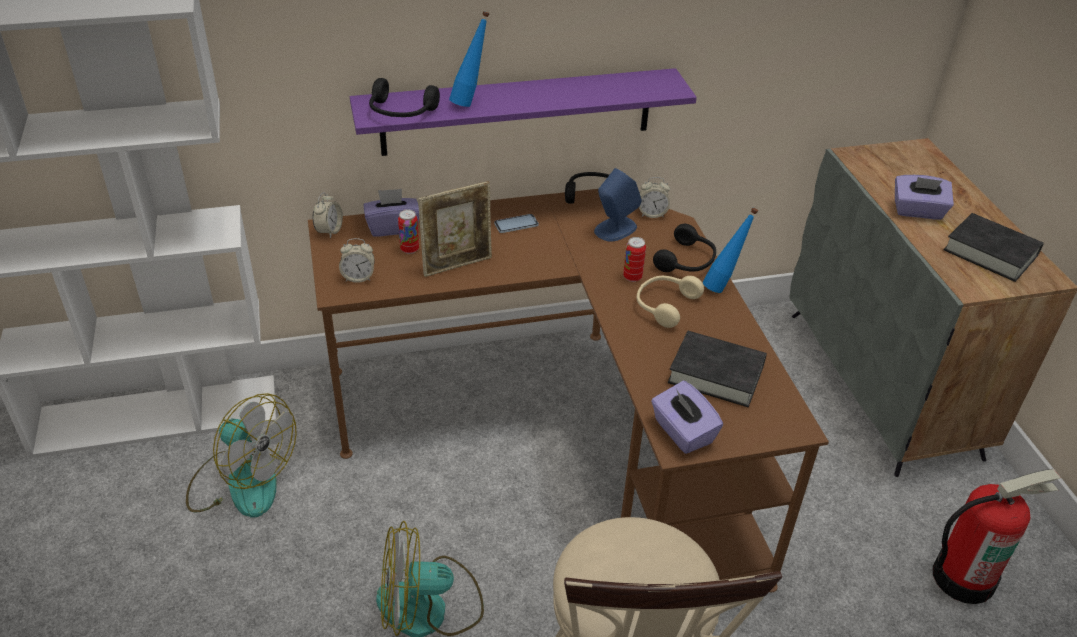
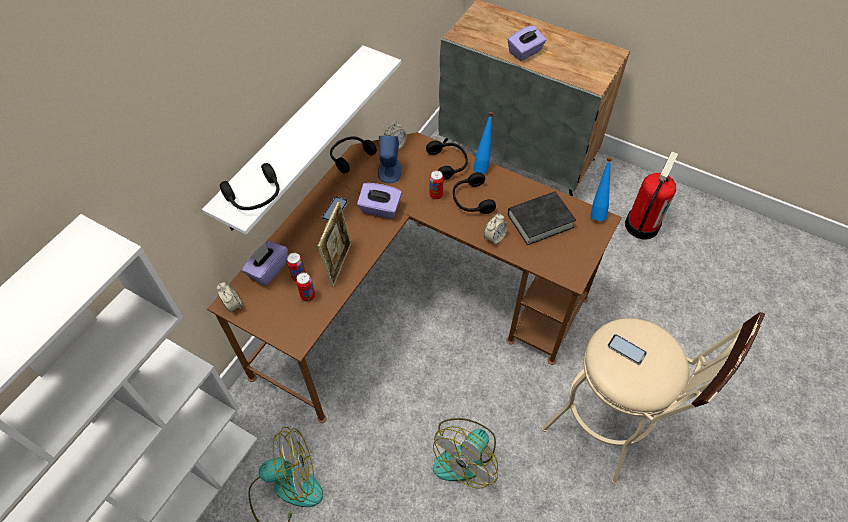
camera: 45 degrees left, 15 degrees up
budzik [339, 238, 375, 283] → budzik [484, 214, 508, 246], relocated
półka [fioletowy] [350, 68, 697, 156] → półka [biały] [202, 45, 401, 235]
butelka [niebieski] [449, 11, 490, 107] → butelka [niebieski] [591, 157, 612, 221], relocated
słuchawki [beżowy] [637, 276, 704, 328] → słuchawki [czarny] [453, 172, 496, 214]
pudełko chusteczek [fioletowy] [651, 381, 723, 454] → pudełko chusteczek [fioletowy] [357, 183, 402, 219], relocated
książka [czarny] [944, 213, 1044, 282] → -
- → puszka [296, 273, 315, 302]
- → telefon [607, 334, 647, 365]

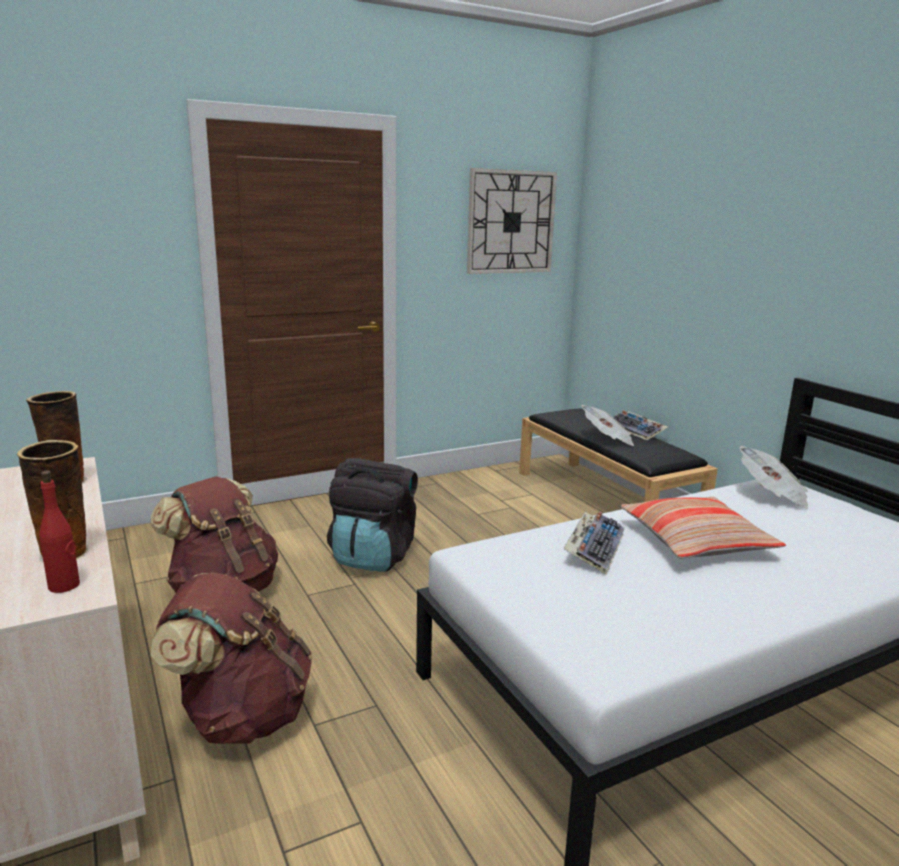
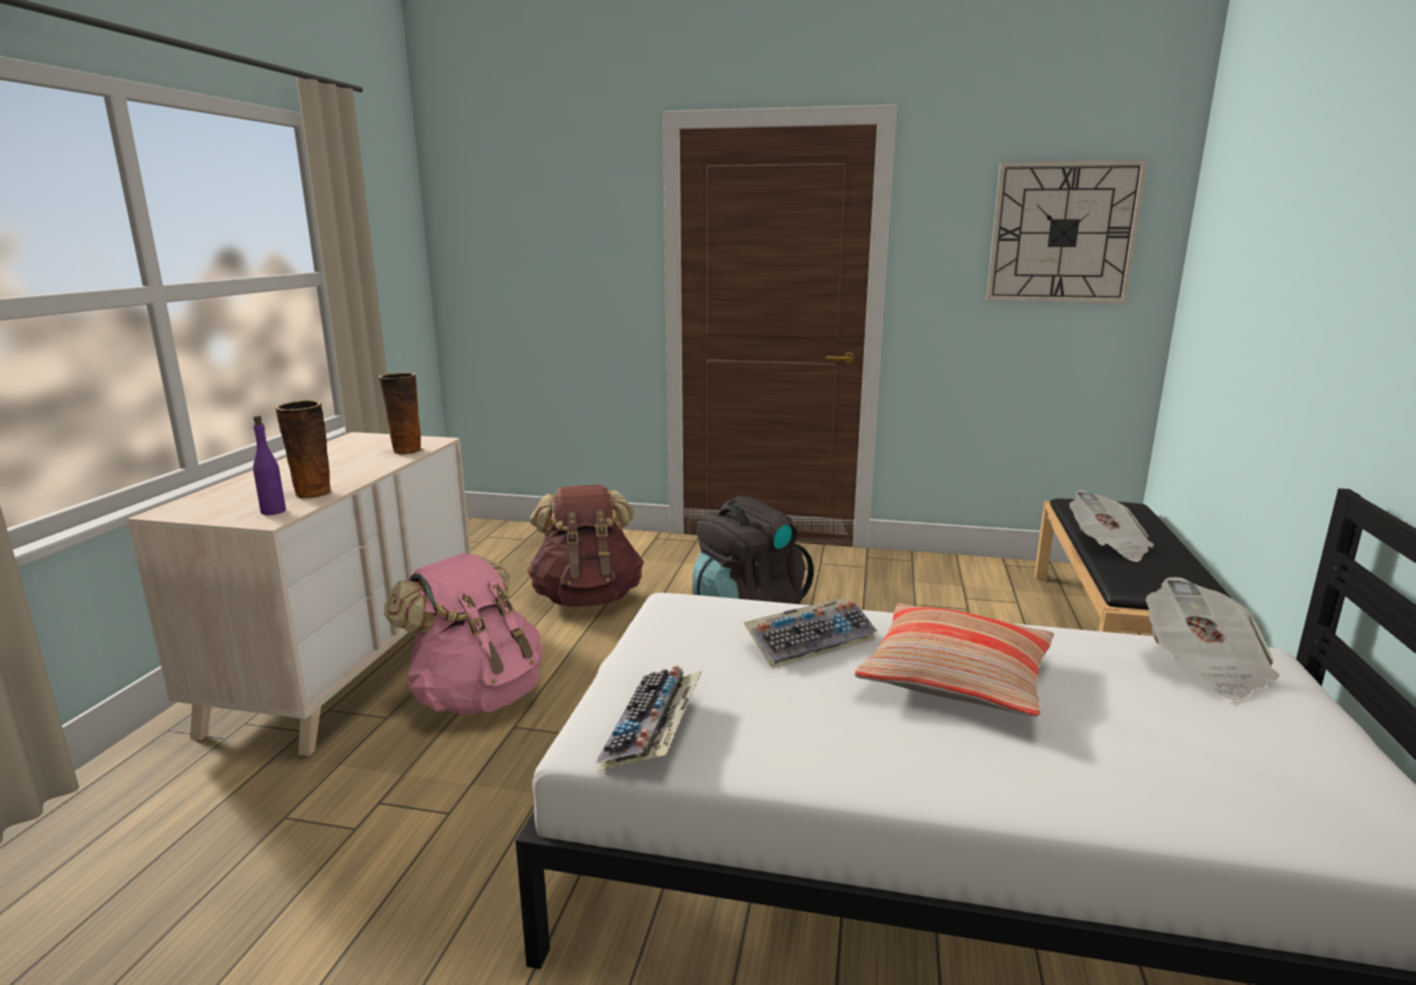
camera: 40 degrees right, 0 degrees up
butelka [czerwony] [39, 470, 80, 593] → butelka [fioletowy] [253, 416, 286, 515]
plecak [brązowy] [151, 573, 312, 744] → plecak [różowy] [384, 553, 543, 715]
klawiatura [613, 410, 668, 441] → klawiatura [596, 665, 702, 772], relocated

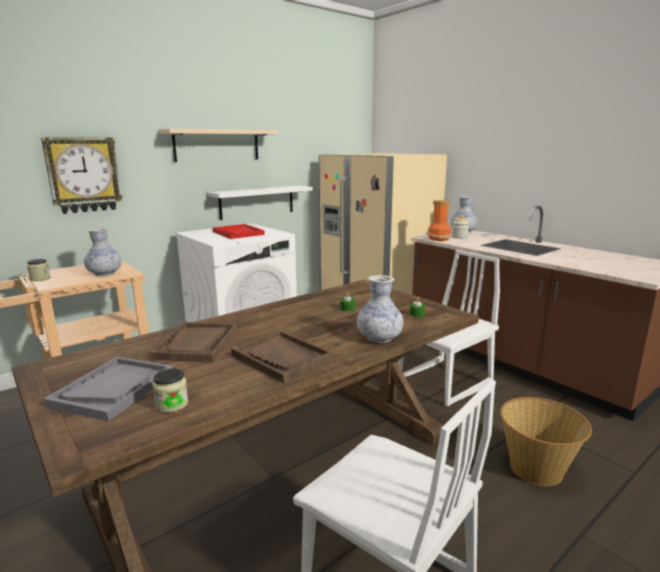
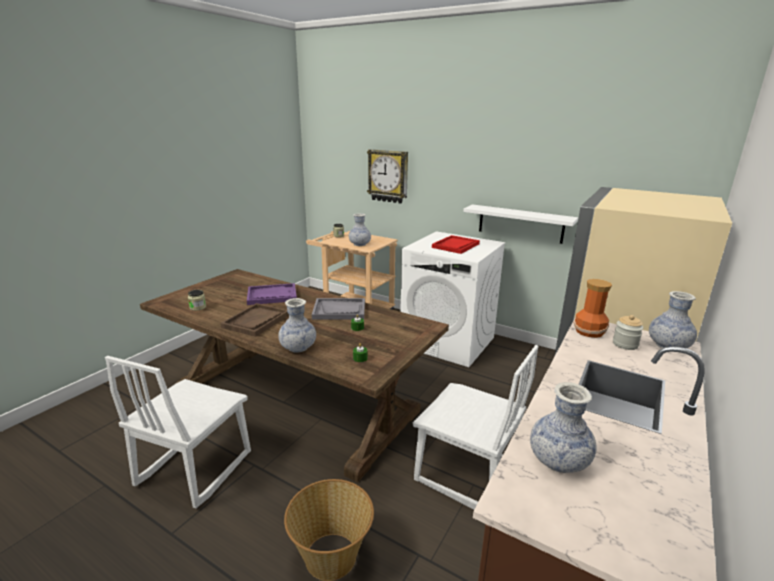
camera: 70 degrees right, 5 degrees up
taca [szary] [44, 357, 173, 421] → taca [szary] [312, 298, 365, 319], relocated
taca [brązowy] [150, 322, 237, 362] → taca [fioletowy] [247, 283, 297, 305]
półka [beżowy] [159, 128, 279, 162] → -
- → wazon [530, 382, 597, 473]

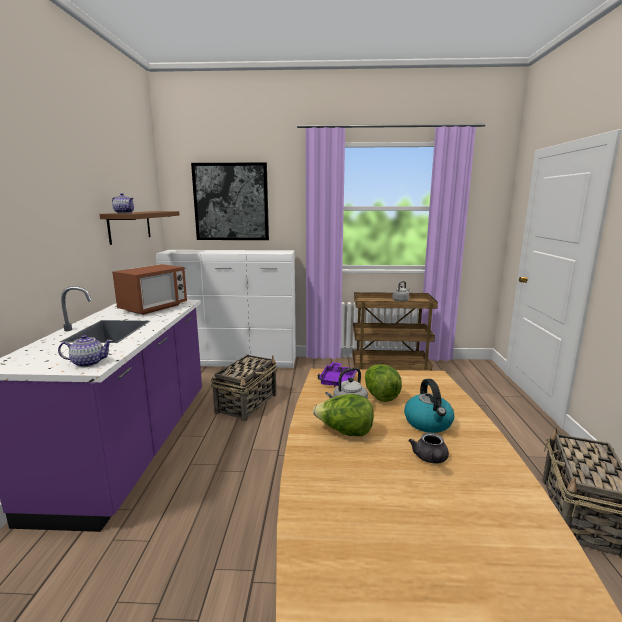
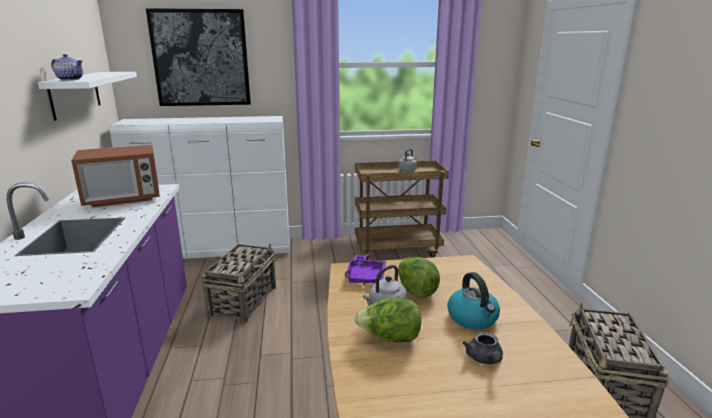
camera: 10 degrees left, 5 degrees up
imbryk [58, 335, 113, 367] → -
półka [brązowy] [100, 211, 180, 245] → półka [biały] [38, 72, 137, 121]
mikrofalówka [112, 264, 187, 315] → mikrofalówka [71, 144, 160, 207], 45 degrees clockwise

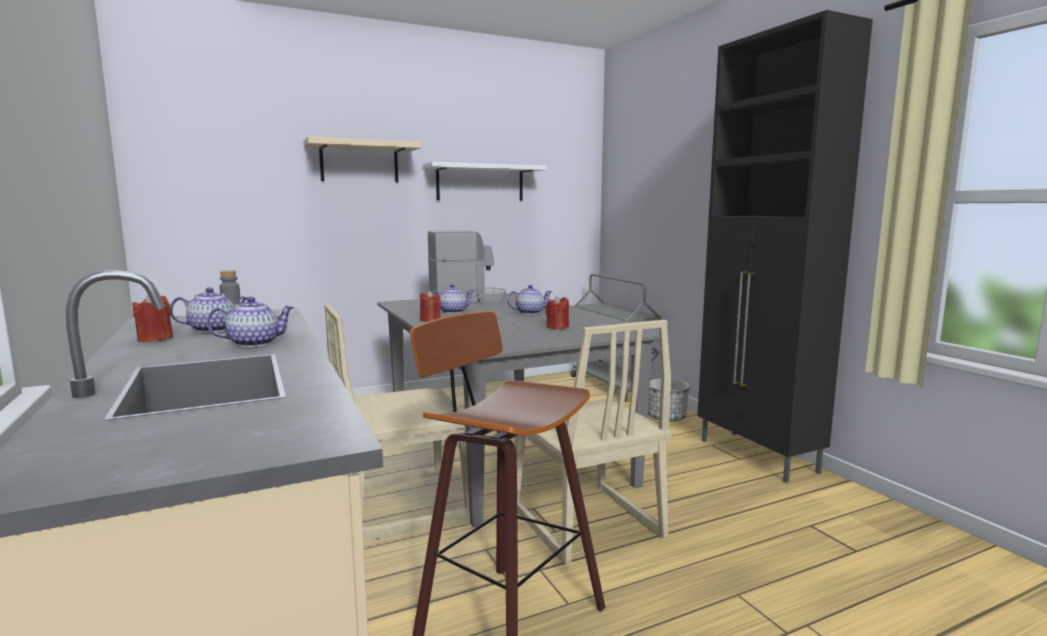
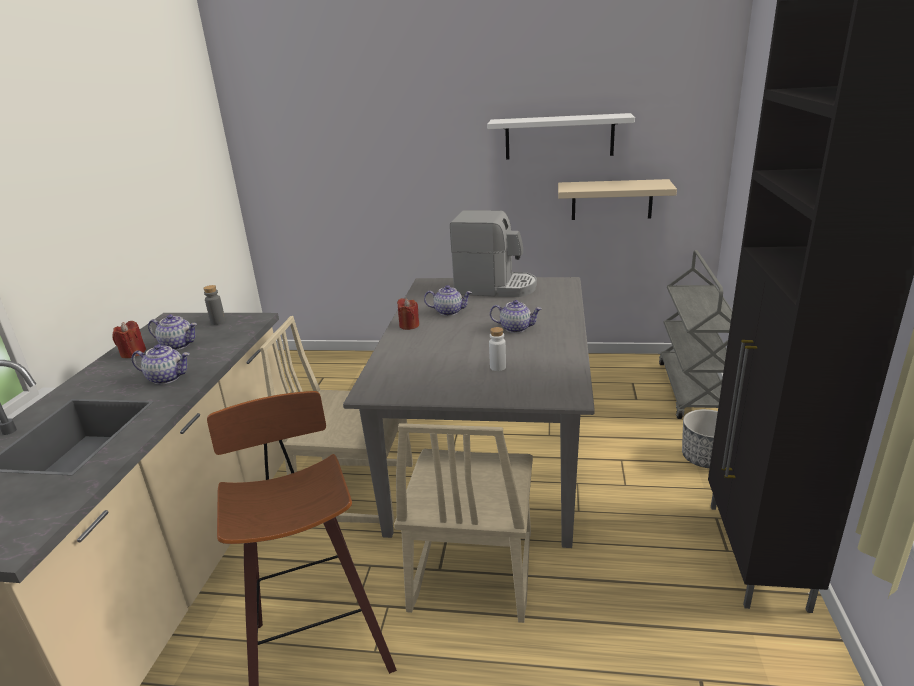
camera: 35 degrees right, 15 degrees up
półka [beżowy] [303, 136, 422, 182] → półka [beżowy] [558, 179, 677, 220], relocated
świeca [czerwony] [545, 295, 569, 329] → butelka [biały] [489, 327, 506, 371]

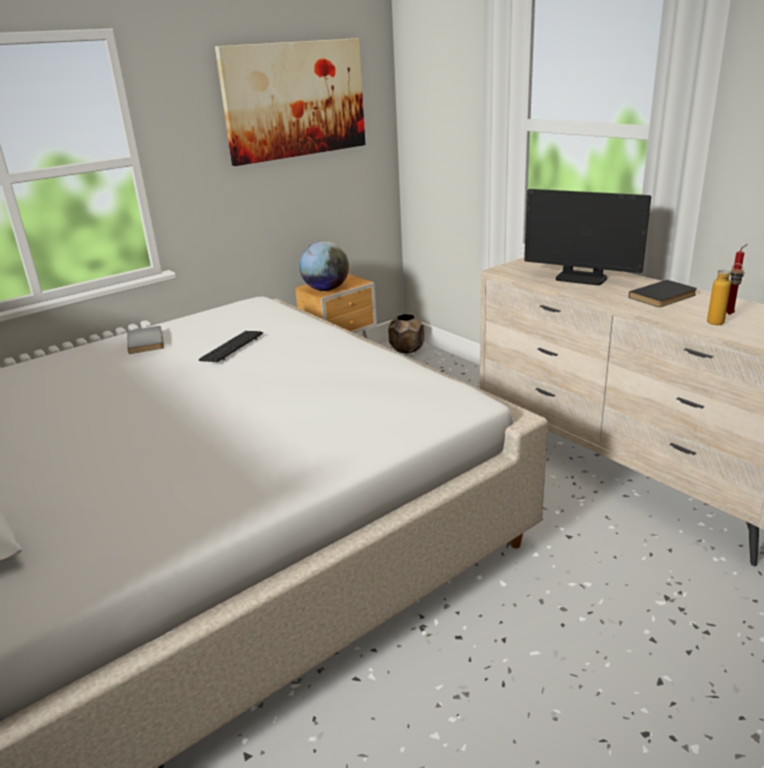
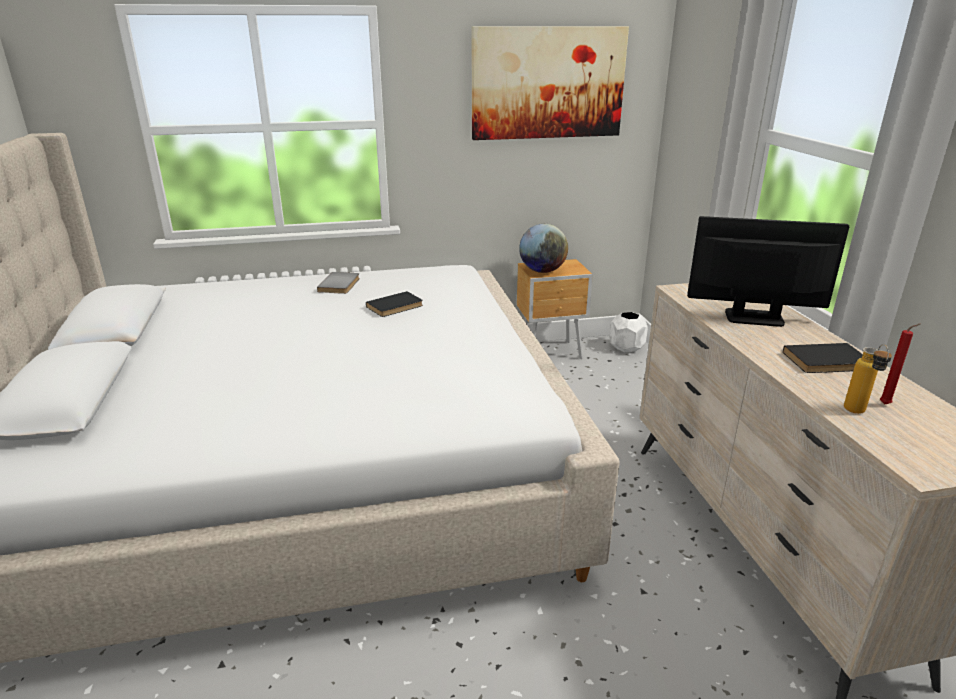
camera: 25 degrees right, 0 degrees up
klawiatura [199, 331, 263, 362] → książka [czarny] [366, 291, 423, 317]
donica [brązowy] [388, 314, 424, 354] → donica [biały] [609, 312, 648, 352]
monitor [524, 189, 651, 285] → monitor [687, 216, 849, 327], 135 degrees clockwise

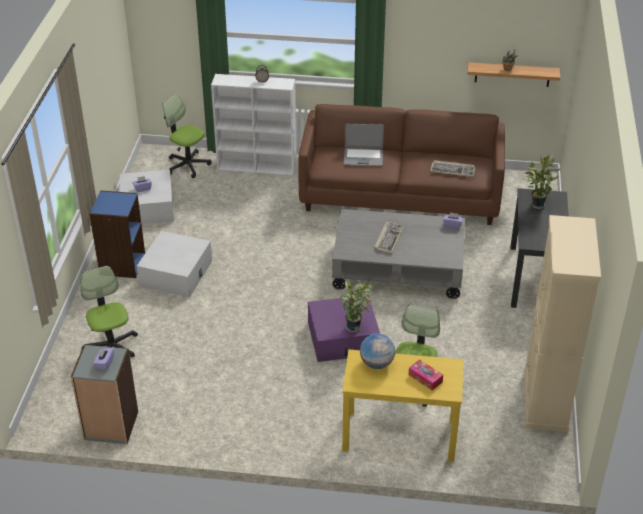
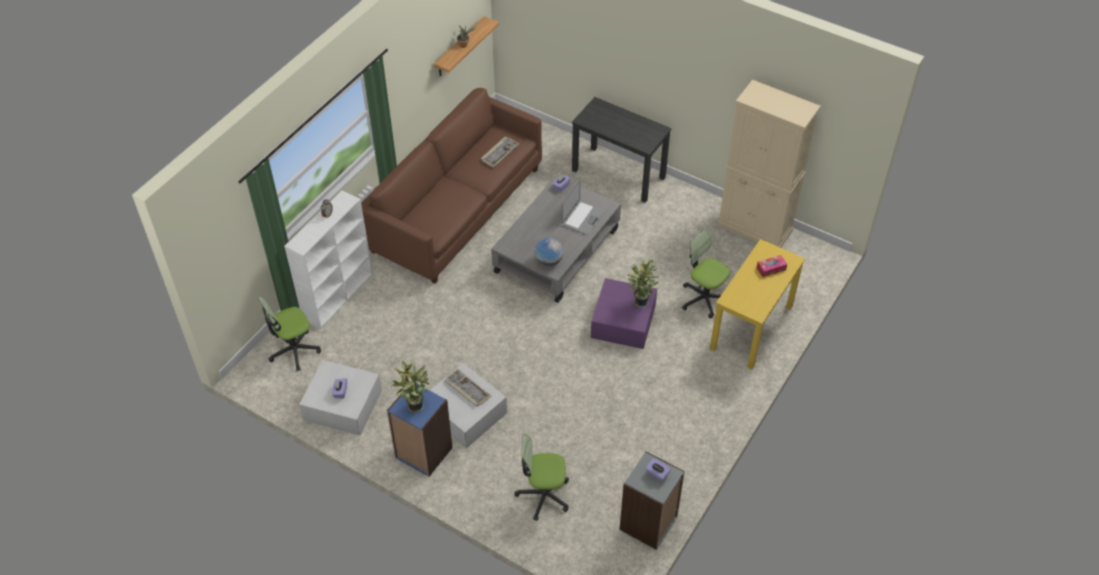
camera: 65 degrees left, 10 degrees up
laptop [344, 124, 384, 166] → laptop [561, 180, 605, 235], relocated
globus [360, 333, 395, 369] → globus [535, 238, 563, 267], relocated
klawiatura [374, 222, 404, 254] → klawiatura [445, 369, 491, 407], relocated
roślina doniczkowa [525, 154, 560, 209] → roślina doniczkowa [392, 360, 429, 413], relocated

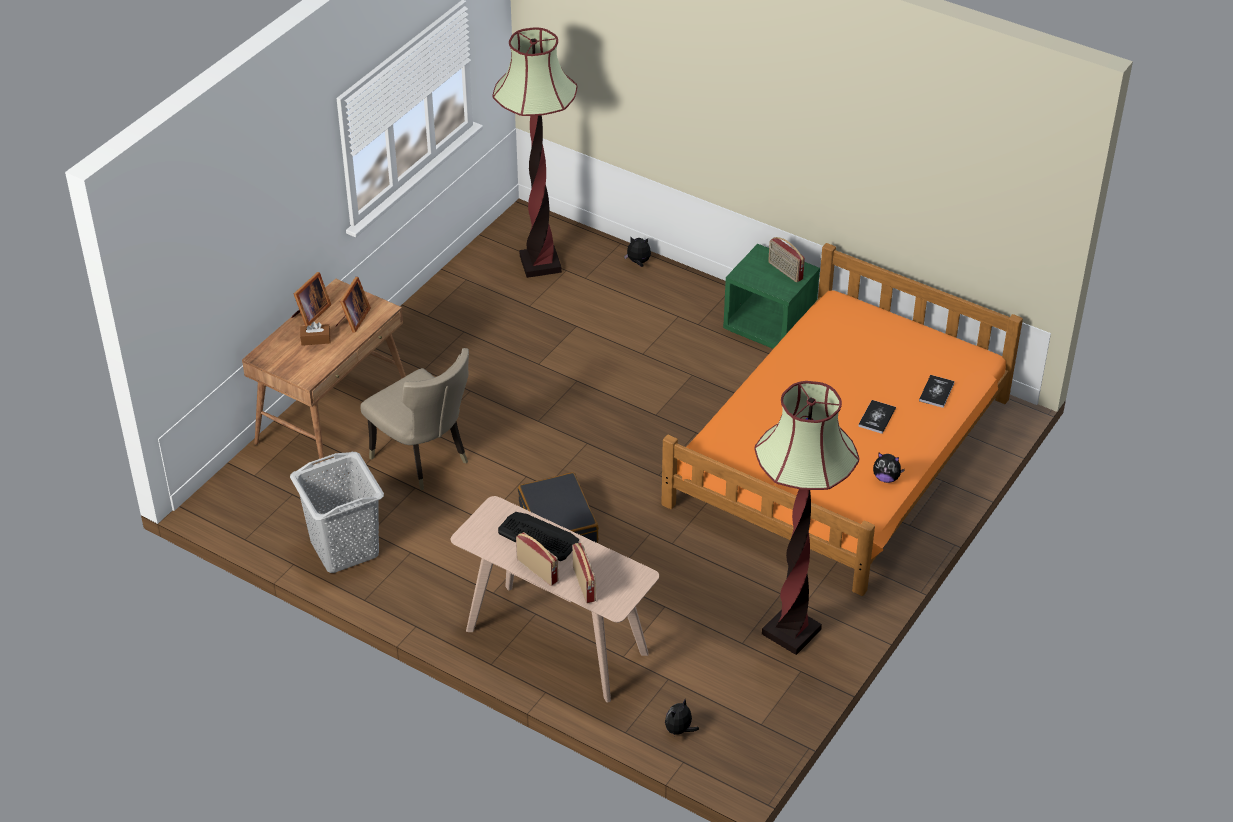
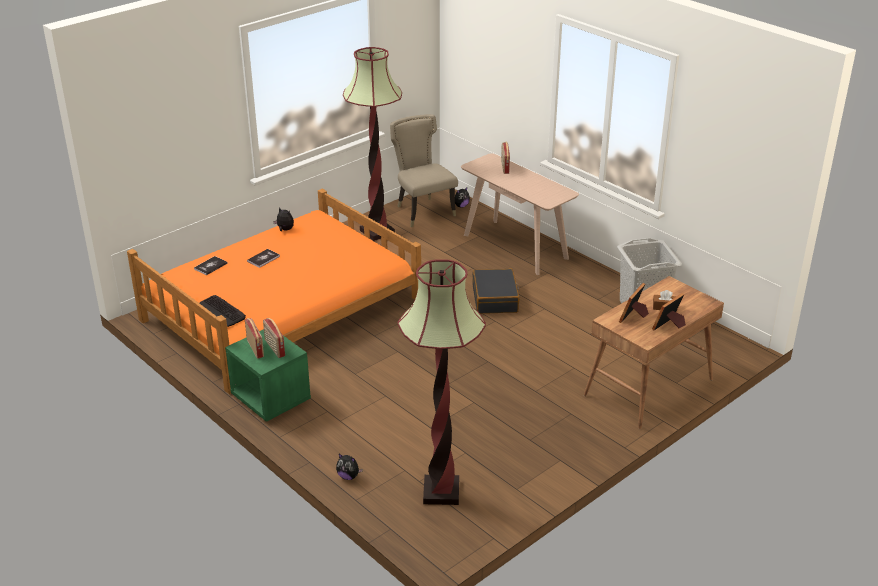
camera: 165 degrees left, 10 degrees down
krzesło [beżowy] [360, 348, 469, 490] → krzesło [beżowy] [390, 114, 458, 227], relocated
klawiatura [498, 512, 579, 561] → klawiatura [200, 295, 246, 327], relocated
radio [516, 532, 558, 586] → radio [263, 318, 285, 358], relocated

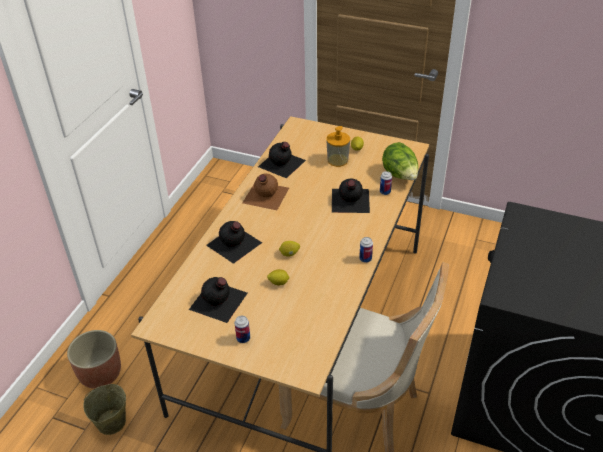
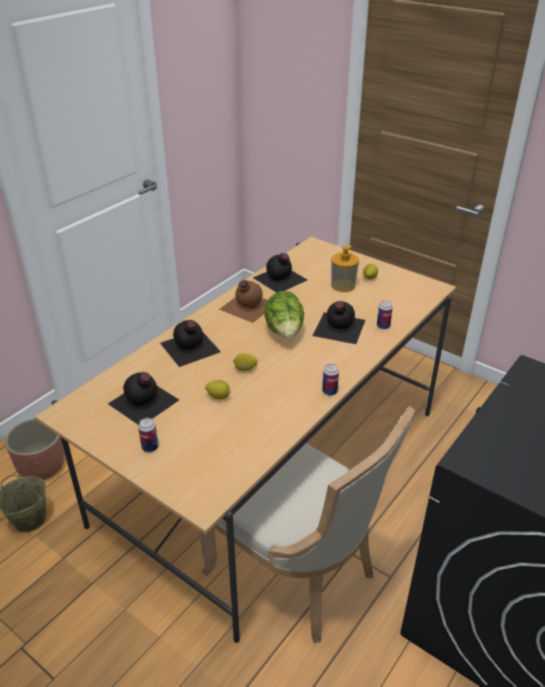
camera: 15 degrees right, 5 degrees down
sałata [382, 142, 418, 180] → sałata [264, 291, 304, 338], relocated

